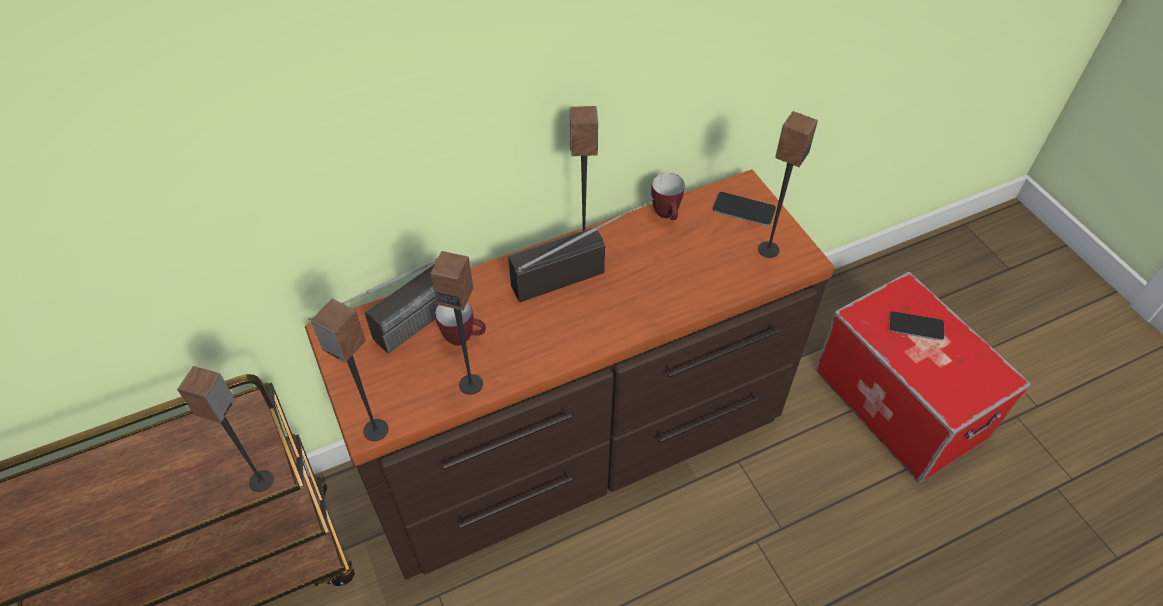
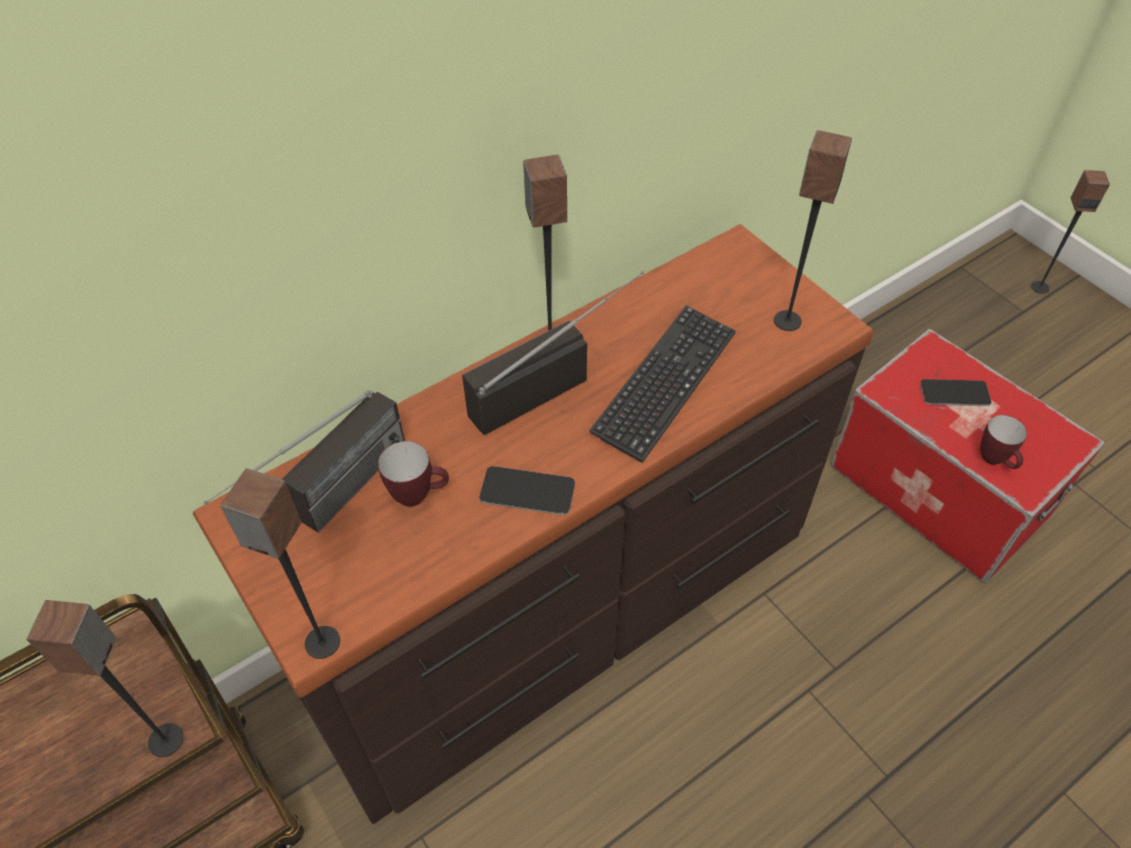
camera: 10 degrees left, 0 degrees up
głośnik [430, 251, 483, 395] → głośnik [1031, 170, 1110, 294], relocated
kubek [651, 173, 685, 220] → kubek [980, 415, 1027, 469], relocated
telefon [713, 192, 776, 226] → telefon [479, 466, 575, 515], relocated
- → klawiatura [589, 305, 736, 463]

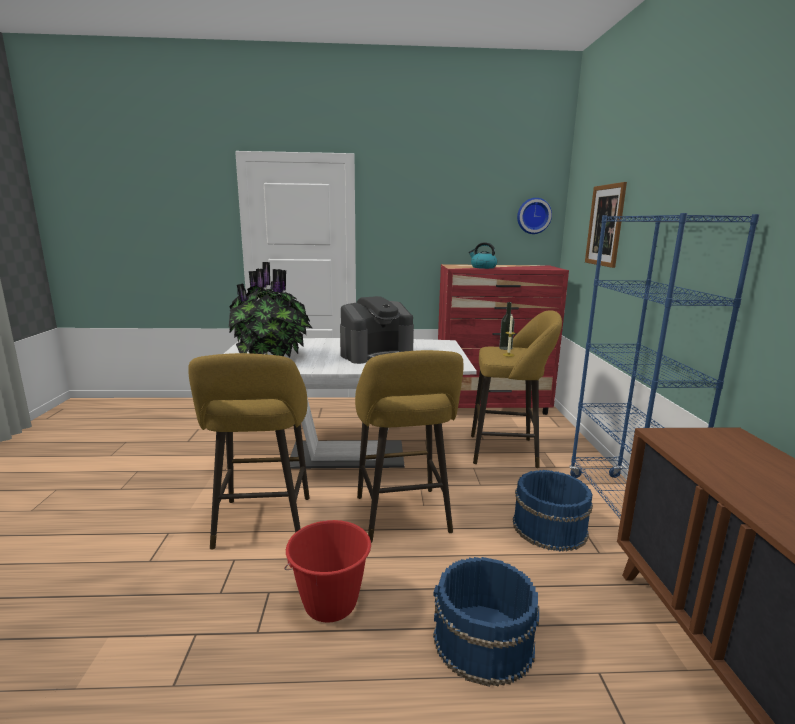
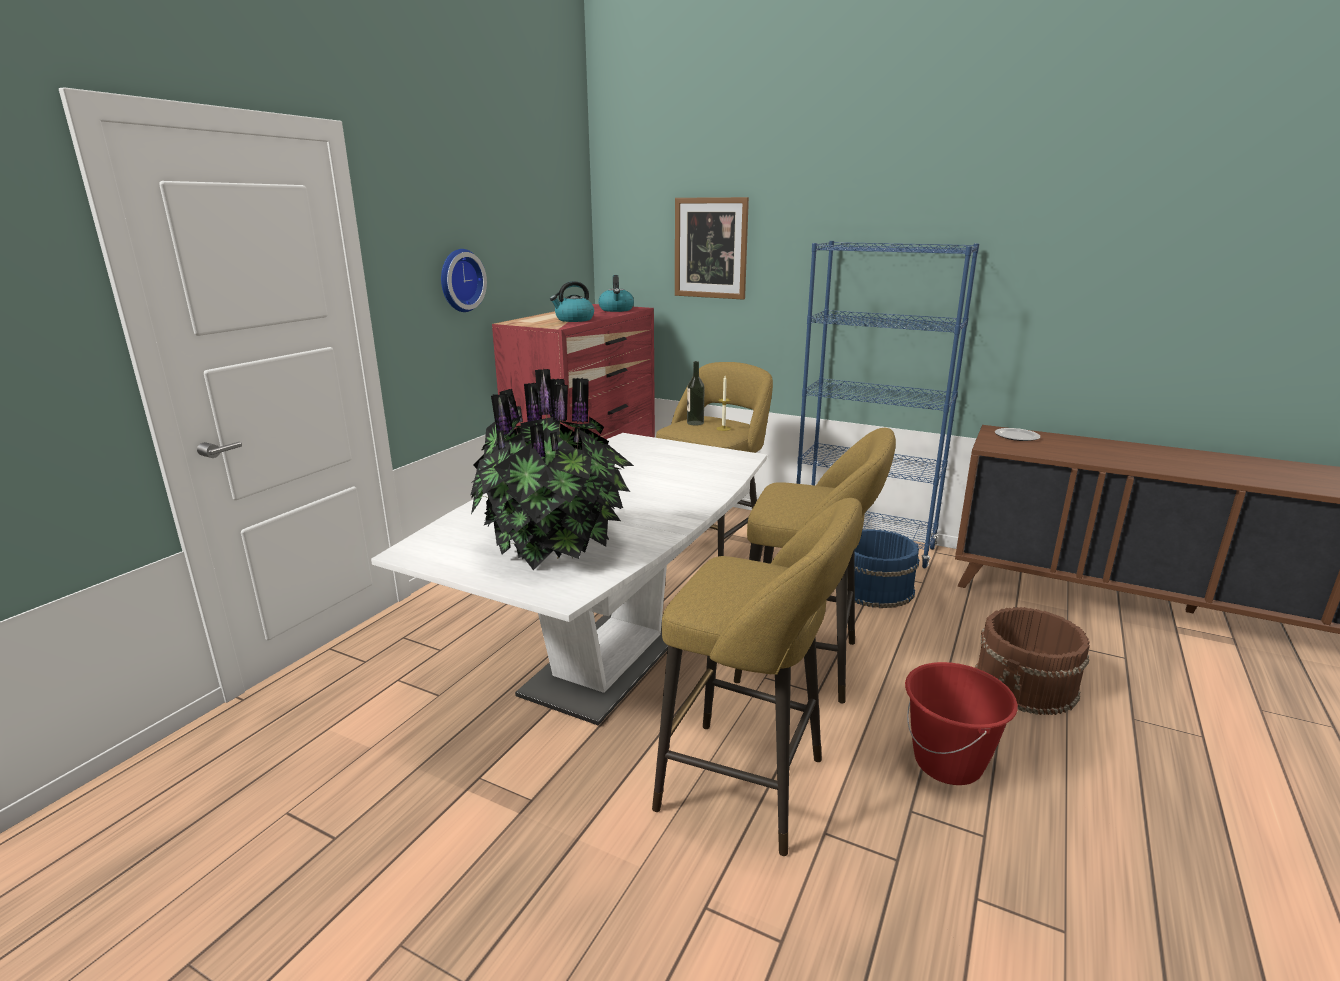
camera: 60 degrees left, 5 degrees up
ekspres do kawy [340, 296, 414, 364] → -
wiadro [niebieski] [433, 557, 539, 687] → wiadro [brązowy] [975, 607, 1090, 715]
zegar ścienny [517, 198, 552, 234] → zegar ścienny [441, 249, 487, 312], relocated
- → czajnik [598, 275, 634, 312]
- → talerz [995, 428, 1040, 441]

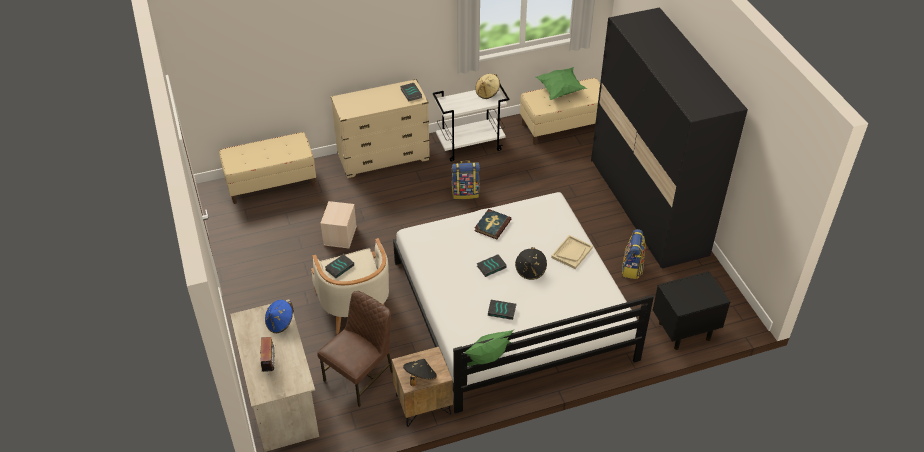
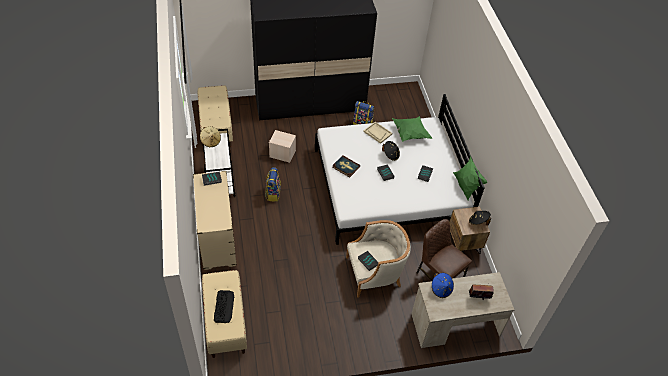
camera: 85 degrees left, 5 degrees up
pojemnik do przechowywania [beżowy] [320, 201, 357, 248] → pojemnik do przechowywania [beżowy] [269, 130, 296, 163], relocated
poduszka [zielony] [535, 67, 587, 100] → poduszka [zielony] [392, 116, 432, 142], relocated
szafka nocna [czarny] [653, 271, 730, 350] → -
- → klawiatura [214, 290, 234, 323]

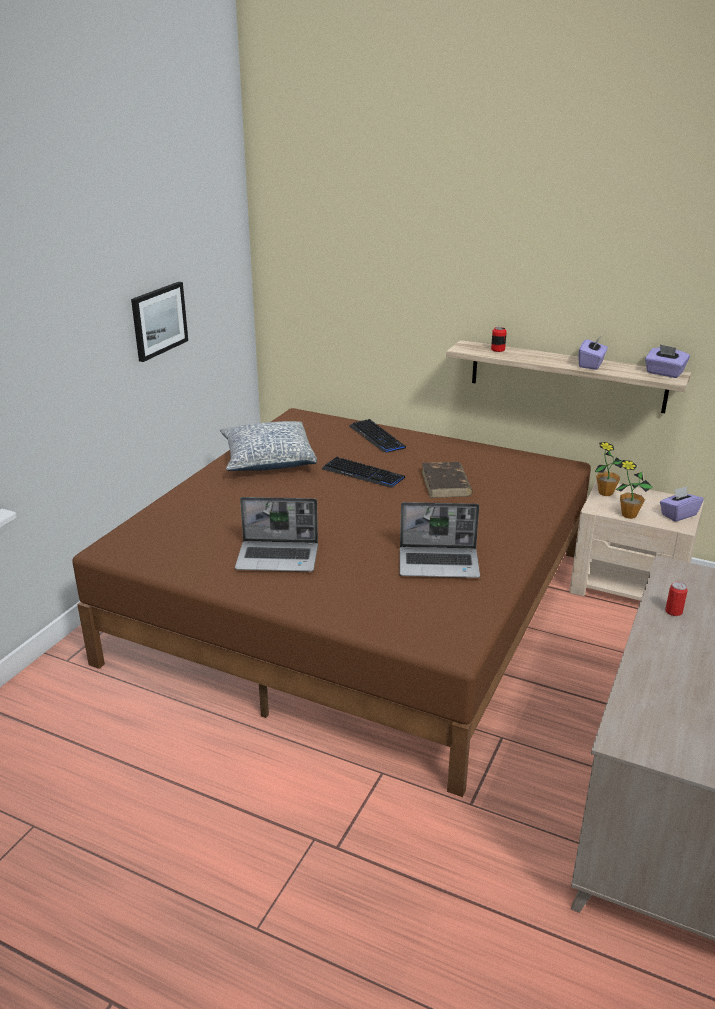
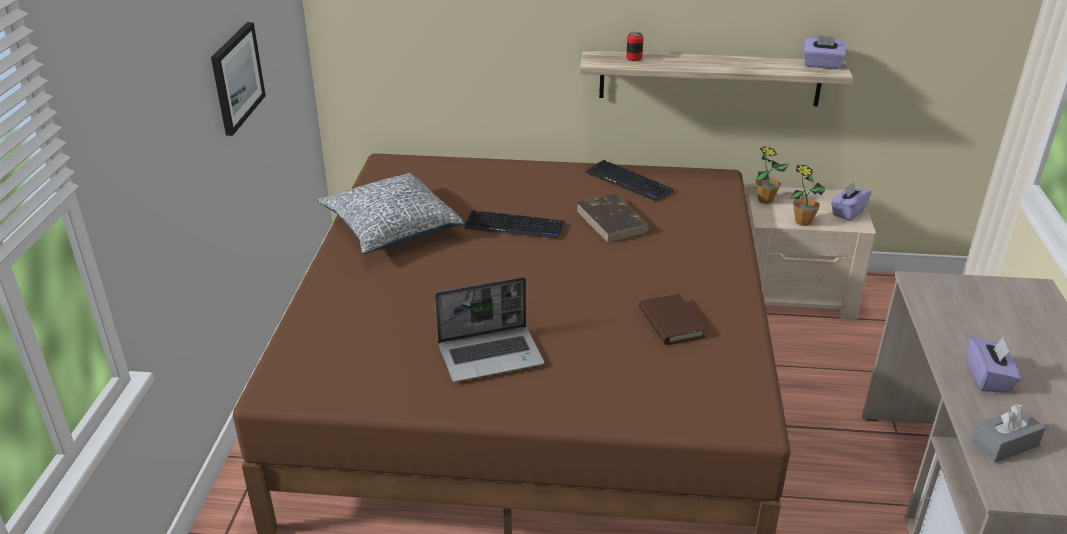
camera: 20 degrees left, 5 degrees up
klawiatura [349, 419, 406, 453] → klawiatura [585, 160, 673, 201], relocated
laptop [400, 502, 480, 578] → książka [brązowy] [639, 294, 706, 345]
pudełko chusteczek [fioletowy] [579, 336, 608, 370] → pudełko chusteczek [fioletowy] [967, 336, 1021, 392], relocated
puszka [665, 581, 688, 616] → -
- → pudełko chusteczek [szary] [971, 404, 1046, 463]

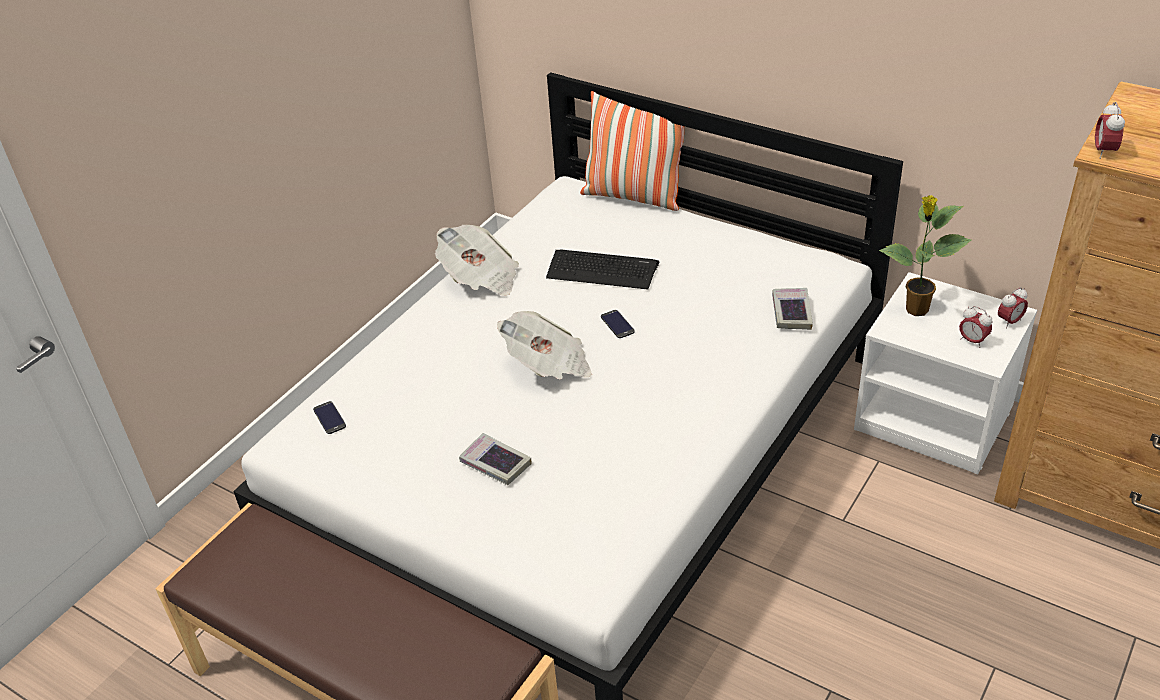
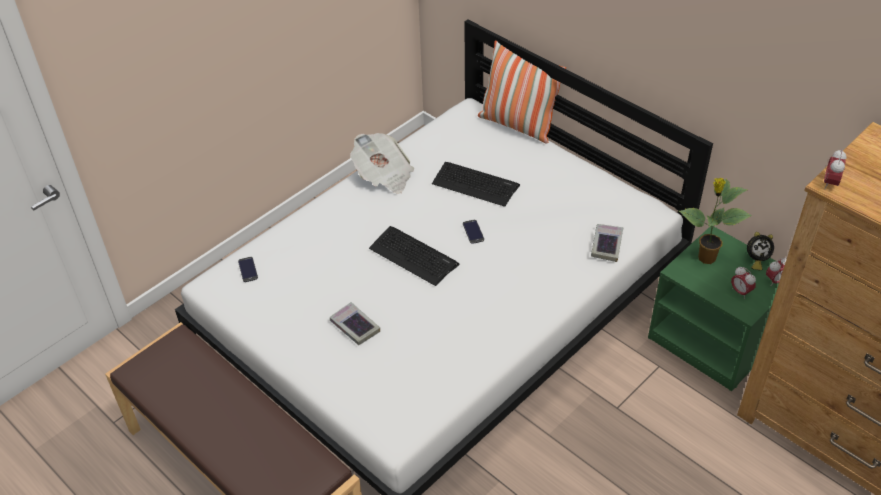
camera: 10 degrees right, 5 degrees up
gazeta [497, 311, 592, 379] → klawiatura [369, 226, 460, 286]
szafka nocna [biały] [854, 272, 1037, 474] → szafka nocna [zielony] [648, 227, 779, 391]
- → budzik [747, 232, 774, 270]

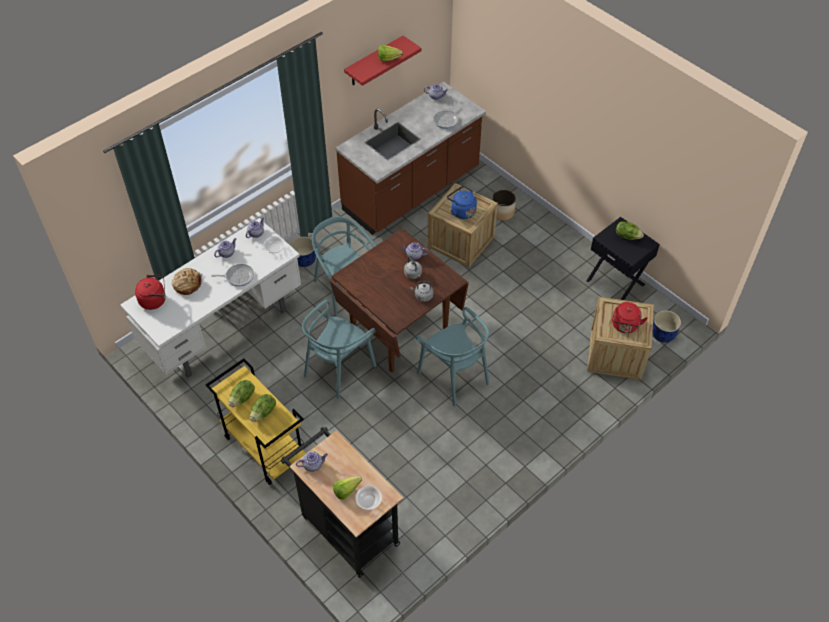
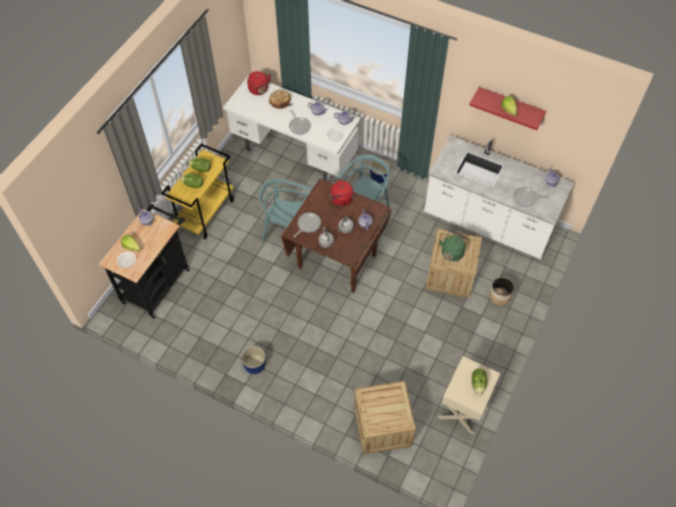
camera: 70 degrees right, 5 degrees up
zabudowa kuchenna [brązowy] [335, 82, 486, 235] → zabudowa kuchenna [biały] [424, 135, 574, 259]
krzesło [turkusowy] [416, 307, 489, 406] → -
czajnik [niebieski] [447, 186, 477, 219] → czajnik [zielony] [439, 231, 469, 261]
szafka nocna [czarny] [587, 217, 660, 300] → szafka nocna [beżowy] [438, 356, 501, 435]
czajnik [czerwony] [612, 302, 648, 333] → czajnik [czerwony] [328, 179, 353, 207], relocated
donica [niebieski] [652, 310, 681, 343] → donica [niebieski] [241, 346, 266, 374], relocated
- → patelnia [293, 212, 321, 237]

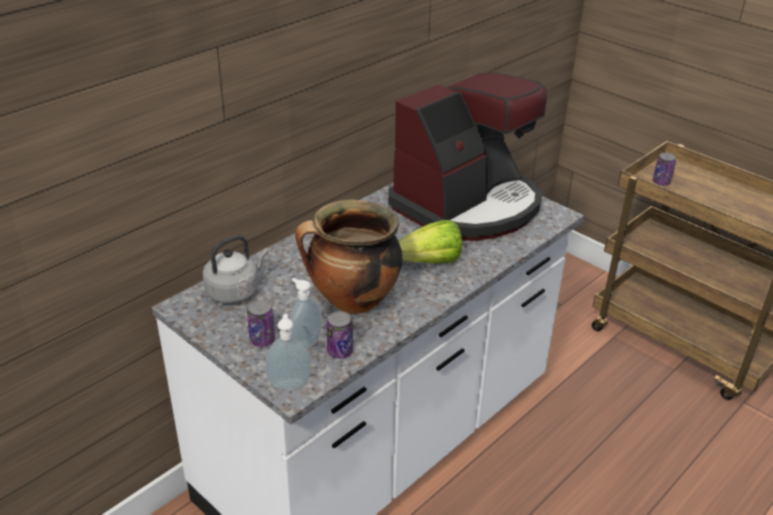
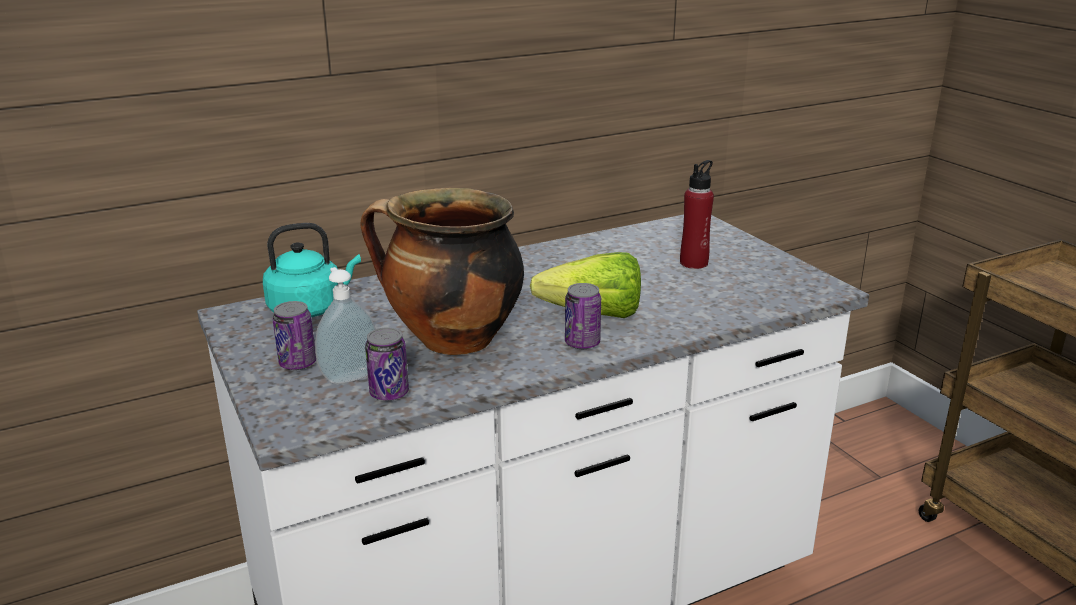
camera: 20 degrees right, 10 degrees down
czajnik [szary] [203, 235, 269, 303] → czajnik [turkusowy] [263, 223, 361, 317]
dozownik mydła [265, 314, 311, 389] → -
ekspres do kawy [388, 73, 547, 241] → butelka [czerwony] [680, 160, 714, 269]
puszka [653, 153, 676, 186] → puszka [565, 283, 601, 349], relocated

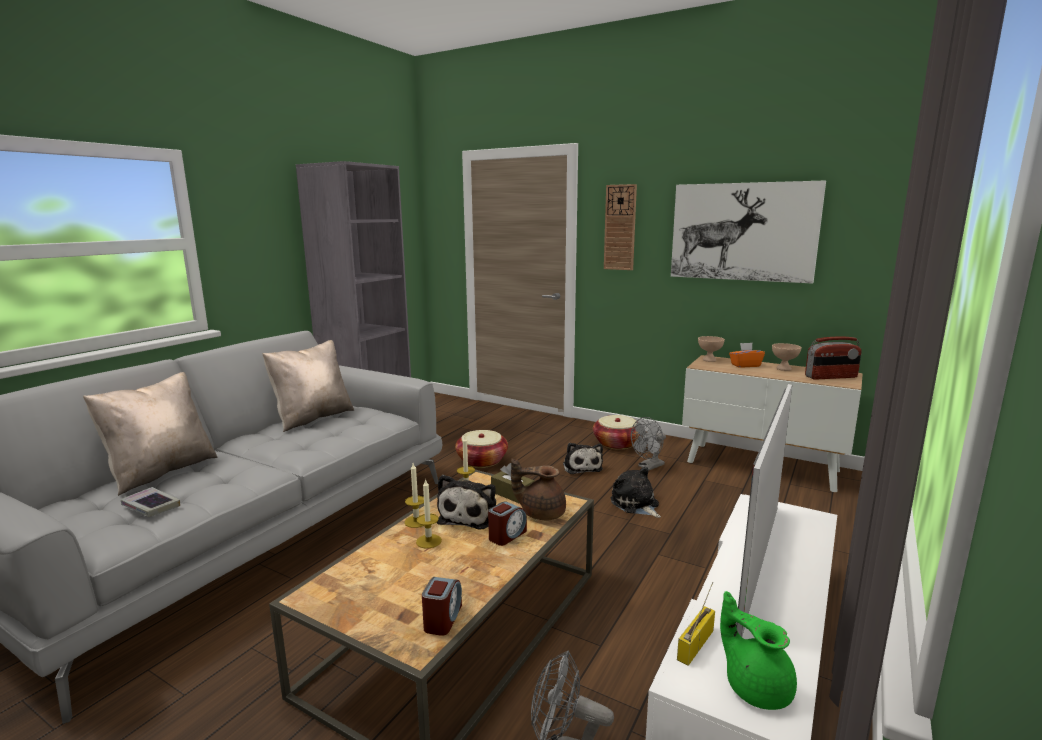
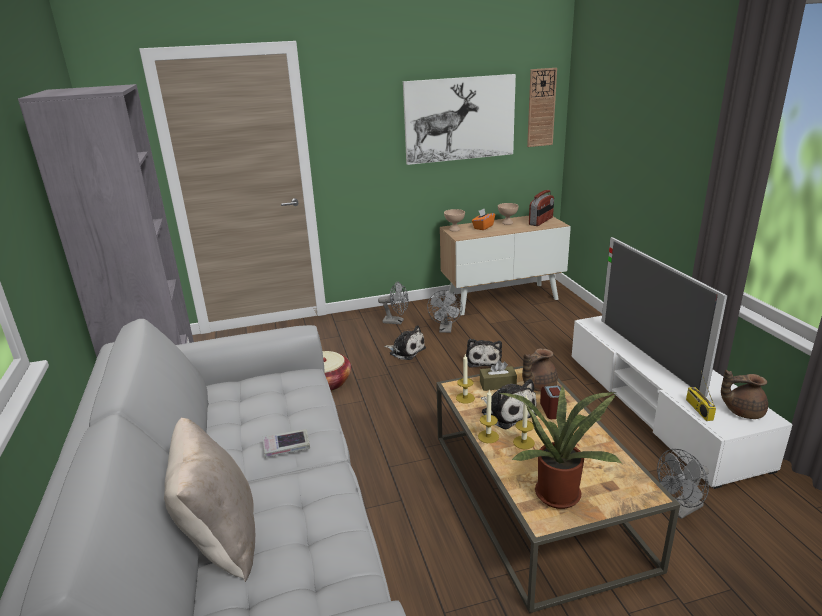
camera: 45 degrees left, 10 degrees up
książka [121, 487, 180, 517] → książka [263, 429, 310, 458], relocated
poduszka [beżowy] [262, 340, 354, 432] → -
budzik [422, 577, 462, 636] → -
koszyk [593, 415, 640, 450] → wentylator [szary] [378, 282, 409, 324]
zegar ścienny [604, 184, 637, 270] → zegar ścienny [527, 68, 557, 147], relocated
pluszak [611, 467, 661, 518] → pluszak [466, 339, 502, 367], 105 degrees counterclockwise
imbryk [zielony] [720, 591, 797, 710] → imbryk [brązowy] [721, 369, 768, 419]
- → roślina doniczkowa [500, 386, 622, 509]

